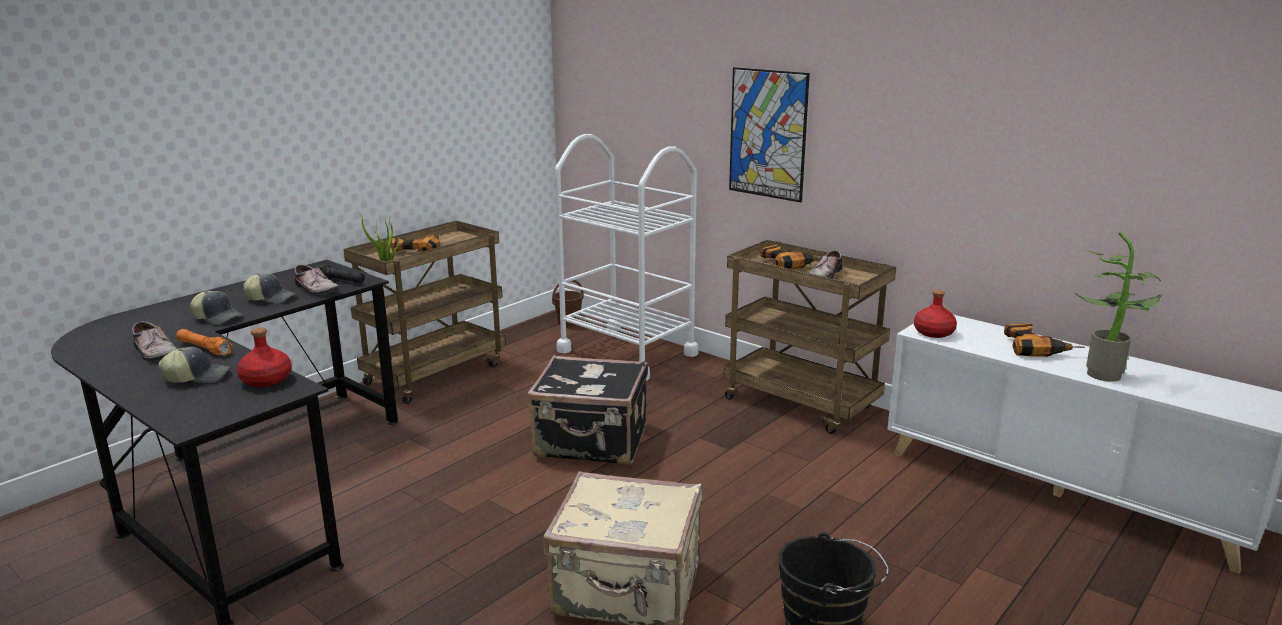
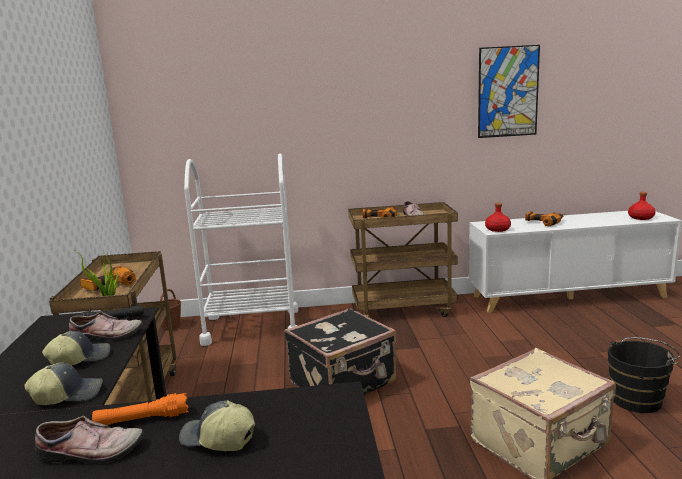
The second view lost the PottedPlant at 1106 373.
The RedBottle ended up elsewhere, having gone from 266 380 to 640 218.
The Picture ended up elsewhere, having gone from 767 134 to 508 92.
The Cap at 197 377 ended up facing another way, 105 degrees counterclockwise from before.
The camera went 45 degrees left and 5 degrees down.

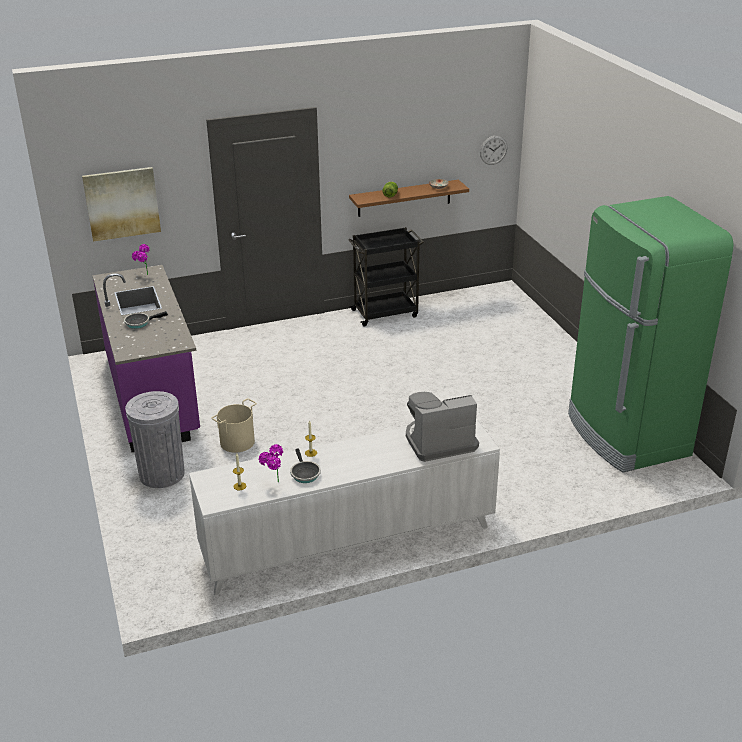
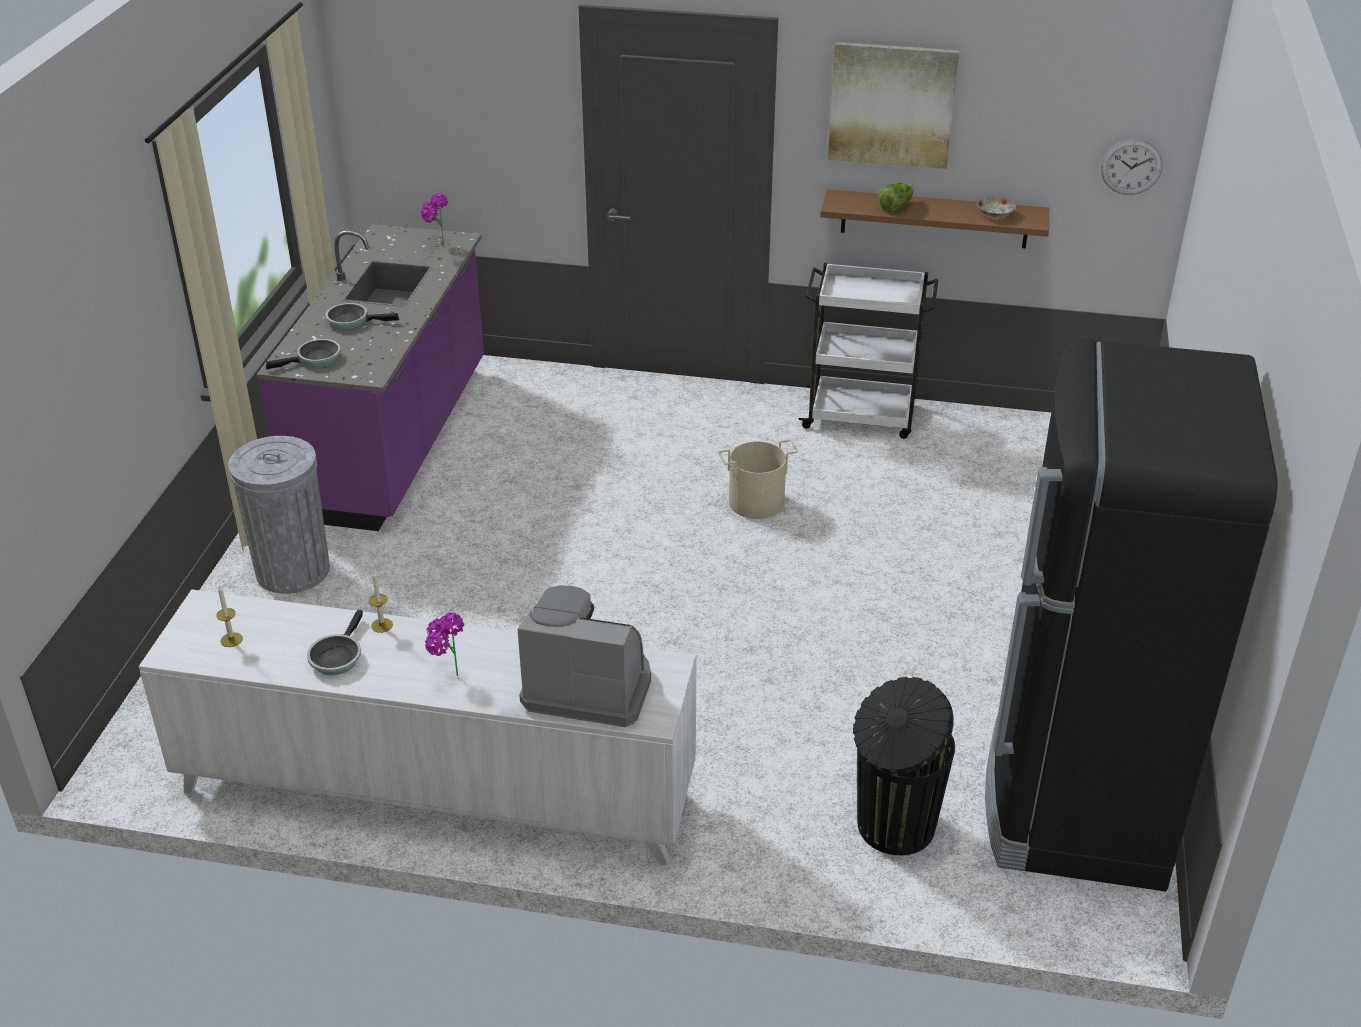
The second view gained the FryingPan at 315 359.
The second view gained the BlackTrashCan at 893 826.
The Picture ended up elsewhere, having gone from 122 203 to 892 104.
The BeigeBucket ended up elsewhere, having gone from 237 442 to 756 502.
The PottedPlant ended up elsewhere, having gone from 273 484 to 447 677.
What was the BlackCart at 386 313 turned into the WhiteCart at 862 416.
What was the GreenFridge at 626 436 turned into the BlackFridge at 1075 799.
The camera went 30 degrees right and 5 degrees up.

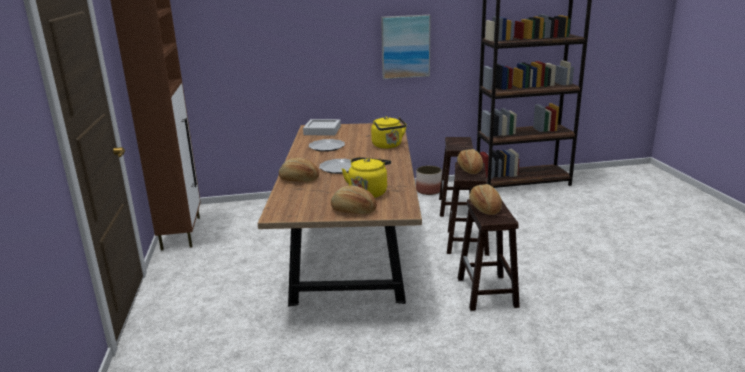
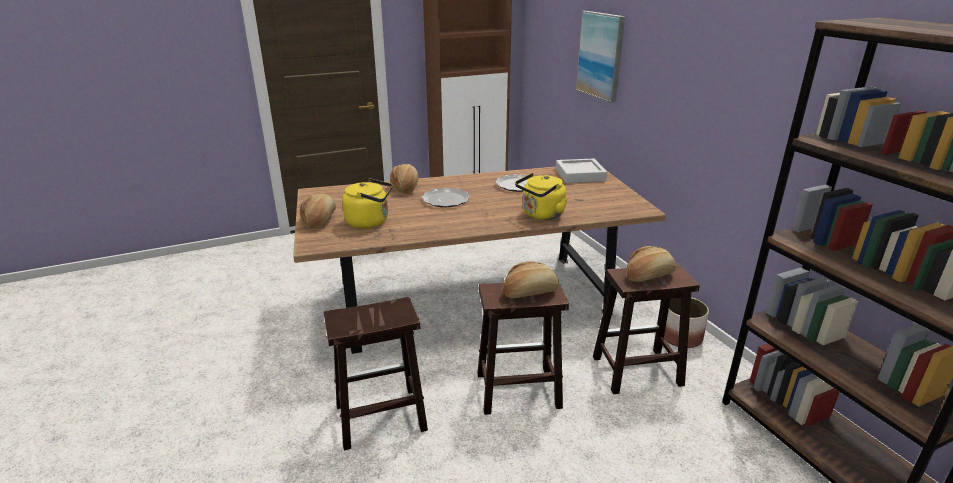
The Picture ended up elsewhere, having gone from 405 47 to 600 55.
The Bread ended up elsewhere, having gone from 485 208 to 649 275.
The camera went 75 degrees right and 5 degrees up.

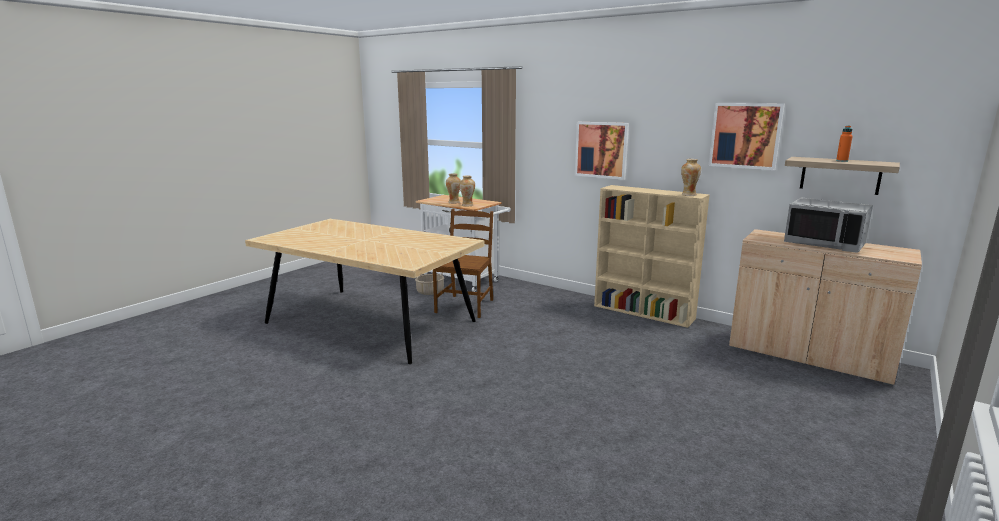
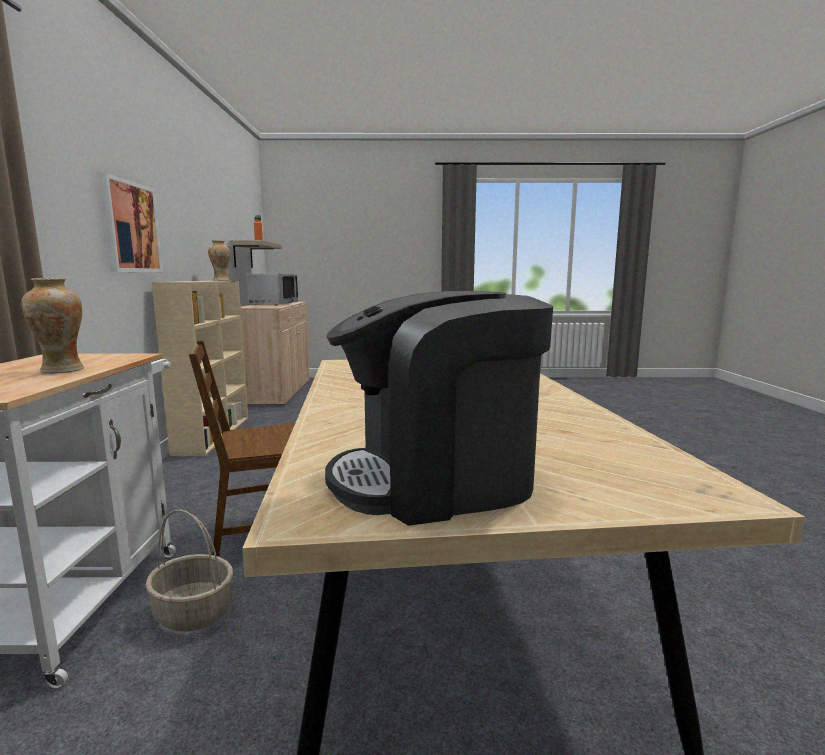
The second view lost the Vase at 467 205.
The second view lost the Picture at 745 135.
The second view gained the CoffeeMachine at 437 479.
The camera went 125 degrees left and 5 degrees down.

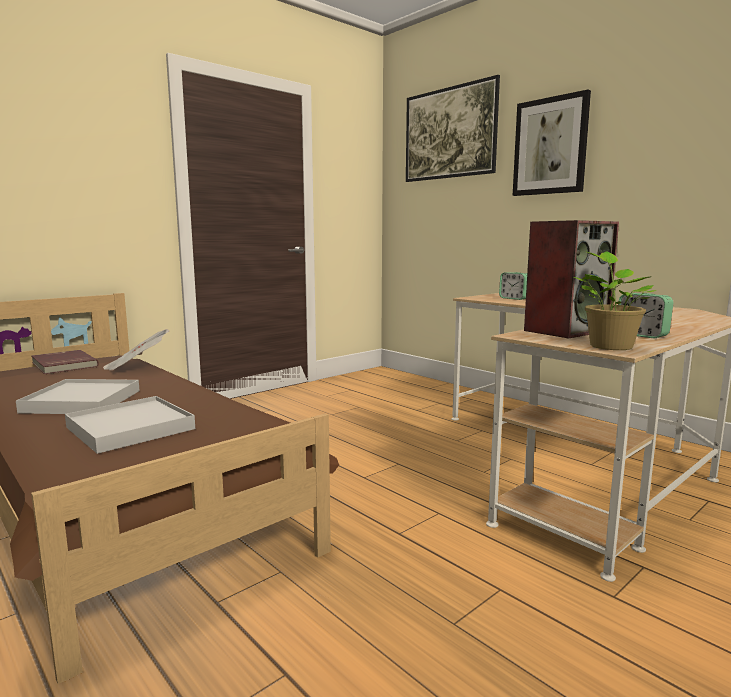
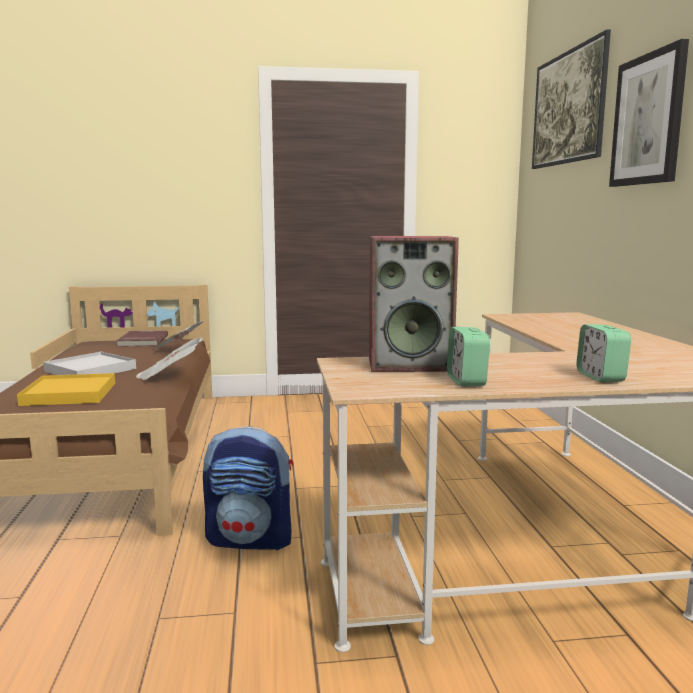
The second view lost the PottedPlant at 609 346.
The second view gained the Newspaper at 169 376.
The second view gained the Backpack at 251 539.
The AlarmClock ended up elsewhere, having gone from 514 298 to 600 377.
What was the WhiteTray at 130 428 turned into the YellowTray at 69 394.
The camera went 35 degrees right and 0 degrees up.

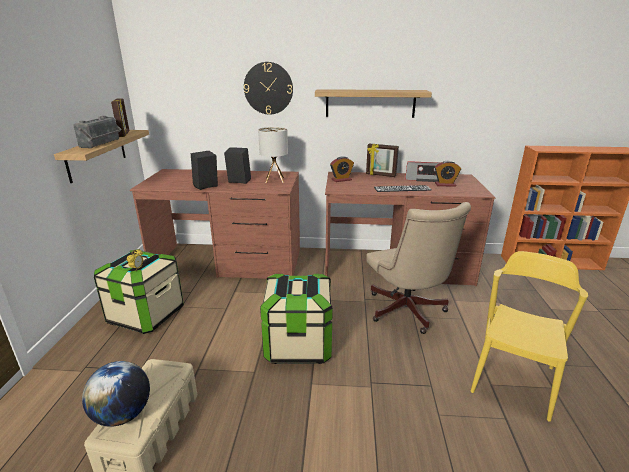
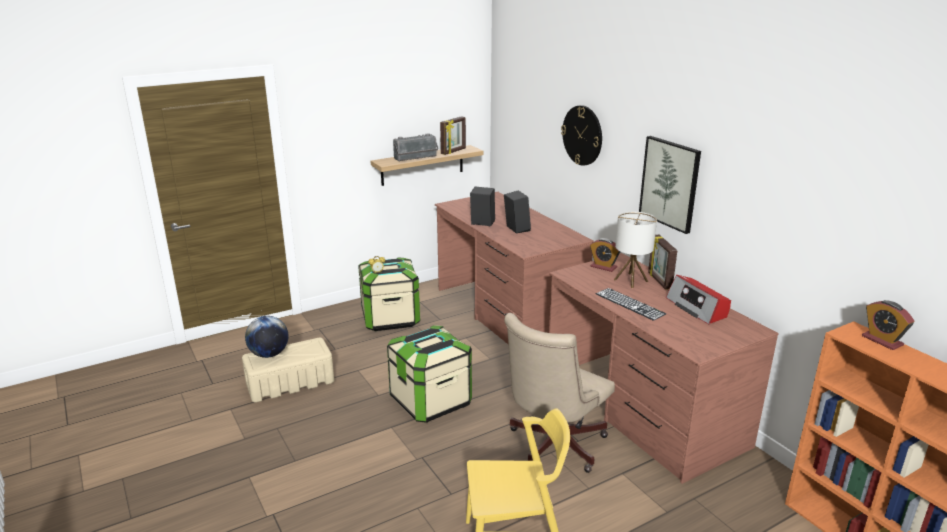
The TableLamp ended up elsewhere, having gone from 275 180 to 630 280.
The AlarmClock ended up elsewhere, having gone from 445 184 to 882 340.
Where the Shelf hung at 370 103, the Picture came to hang at 670 183.
The camera went 55 degrees right and 0 degrees up.

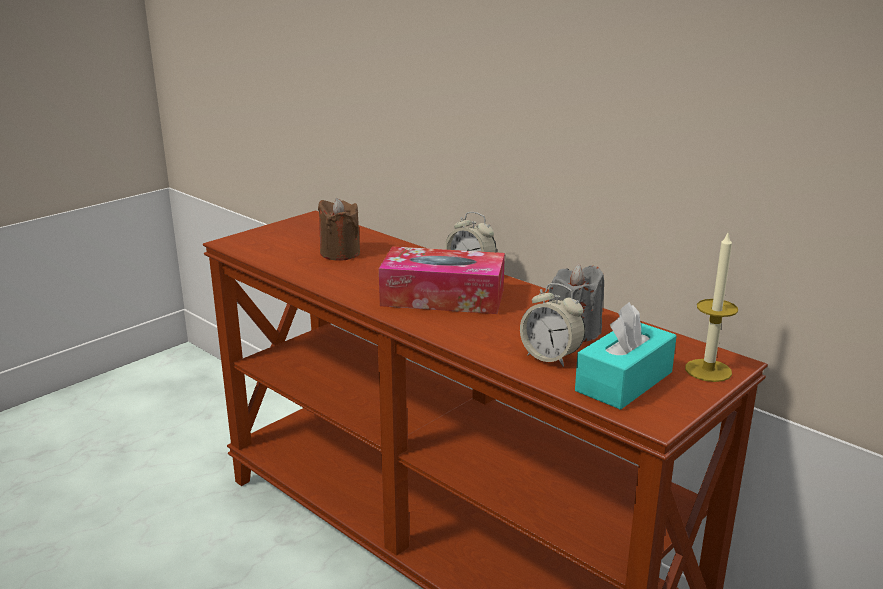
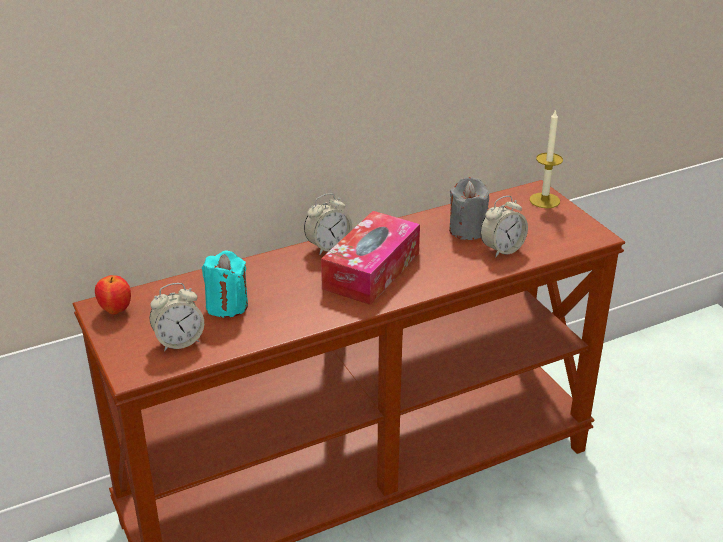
The second view lost the TurquoiseTissueBox at 624 381.
The second view gained the Apple at 115 310.
The second view gained the AlarmClock at 179 341.
What was the BrownCandle at 340 253 turned into the TurquoiseCandle at 227 306.
The camera went 70 degrees left and 10 degrees up.

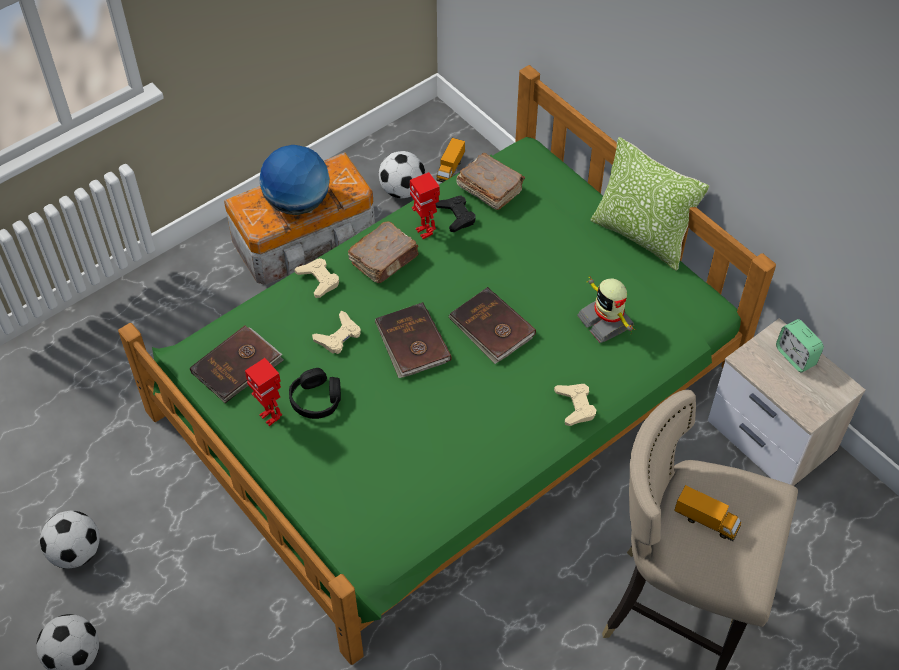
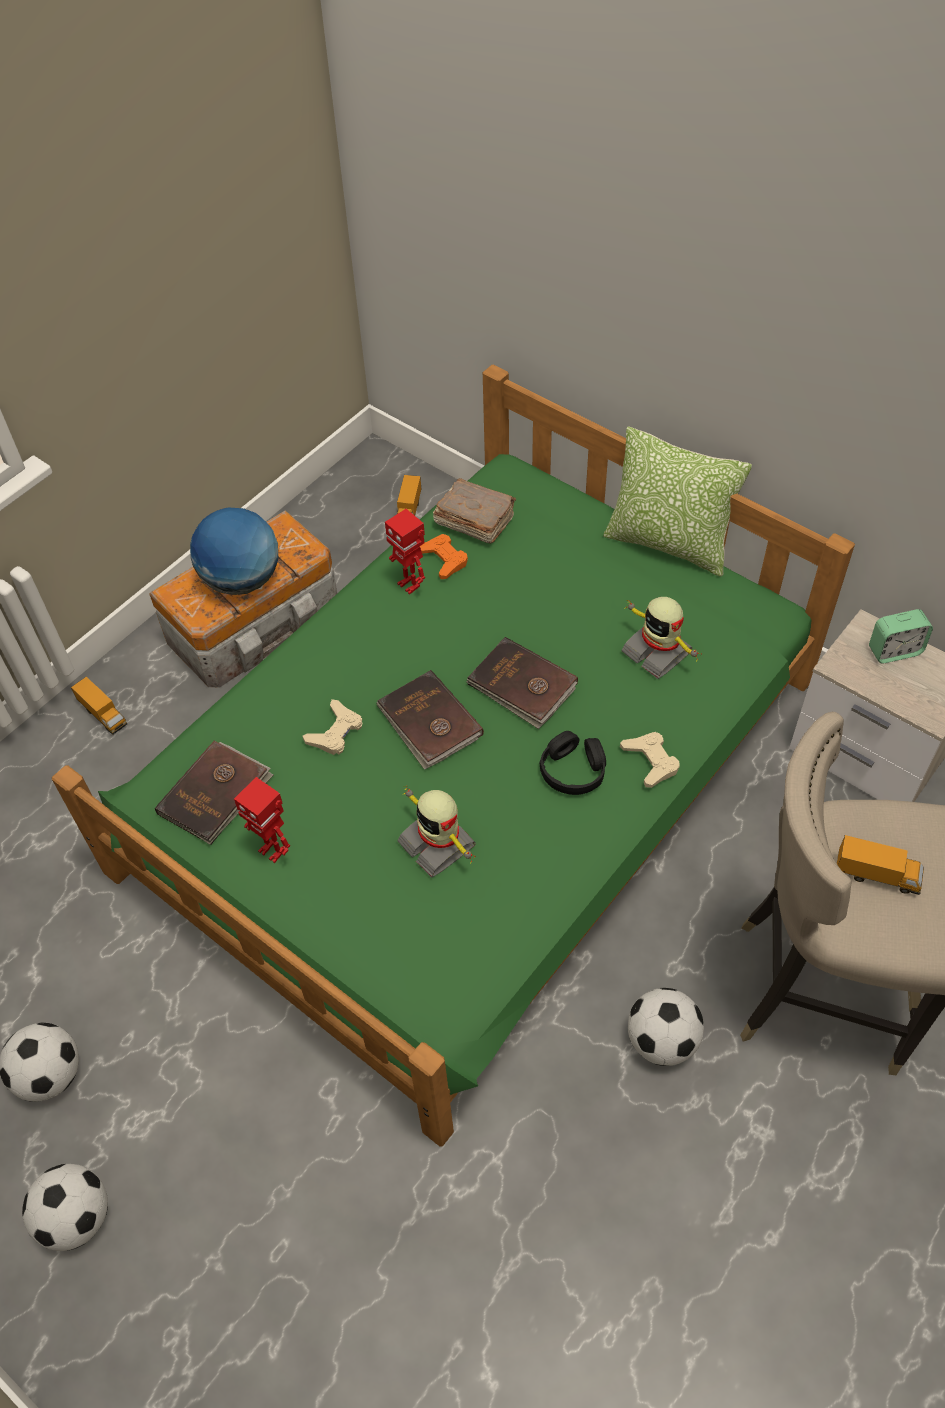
The second view lost the BeigeGameController at 318 280.
The second view lost the BrownBook at 385 260.
The second view gained the ToyTruck at 103 715.
The second view gained the ToyRobot at 438 843.
The BlackHeadphones ended up elsewhere, having gone from 316 399 to 573 770.
The Football ended up elsewhere, having gone from 402 190 to 662 1040.
What was the BlackGameController at 456 216 turned into the OrangeGameController at 442 559.
The AlarmClock at 795 356 ended up facing another way, 60 degrees counterclockwise from before.
The camera went 10 degrees left and 0 degrees up.

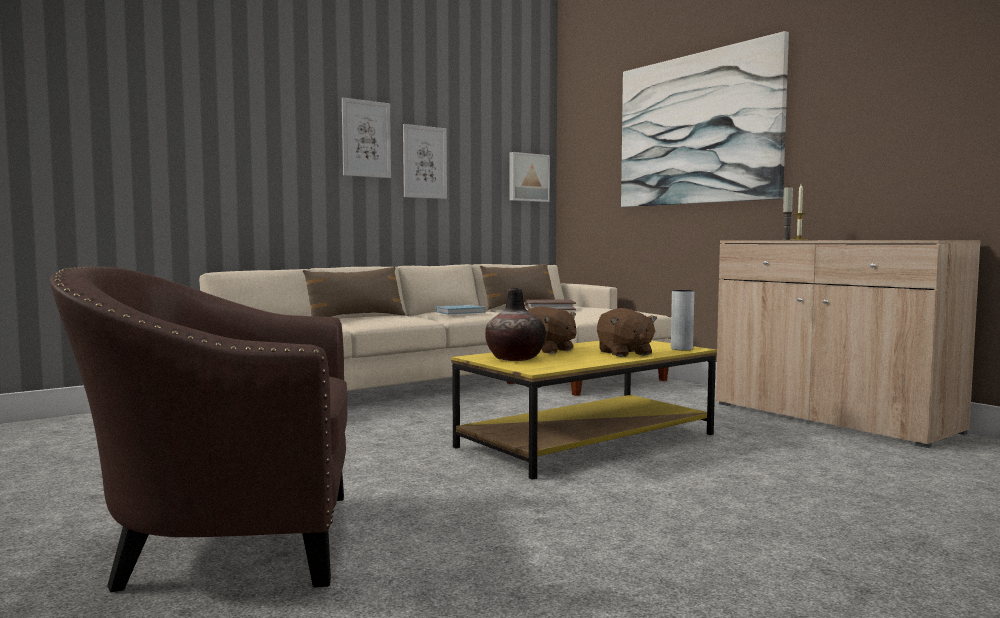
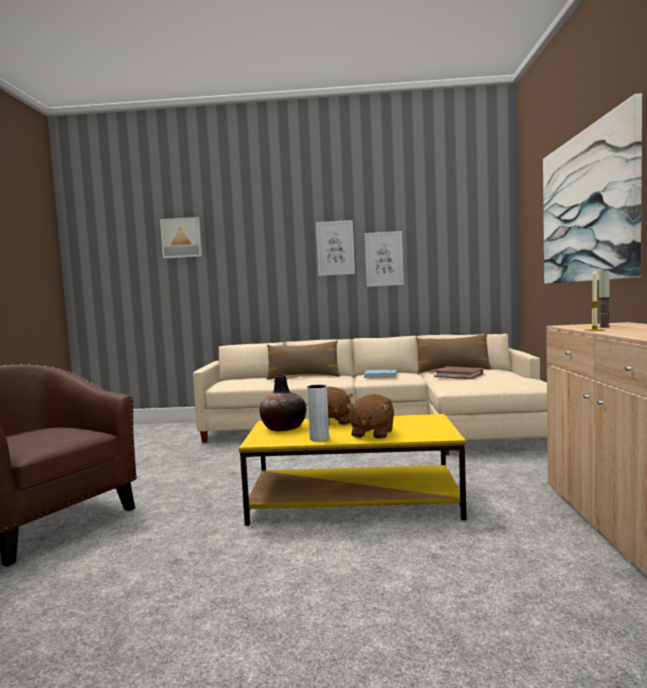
The Picture ended up elsewhere, having gone from 528 177 to 181 238.
The GreyVase ended up elsewhere, having gone from 681 349 to 319 439.
The camera went 40 degrees right and 0 degrees up.

